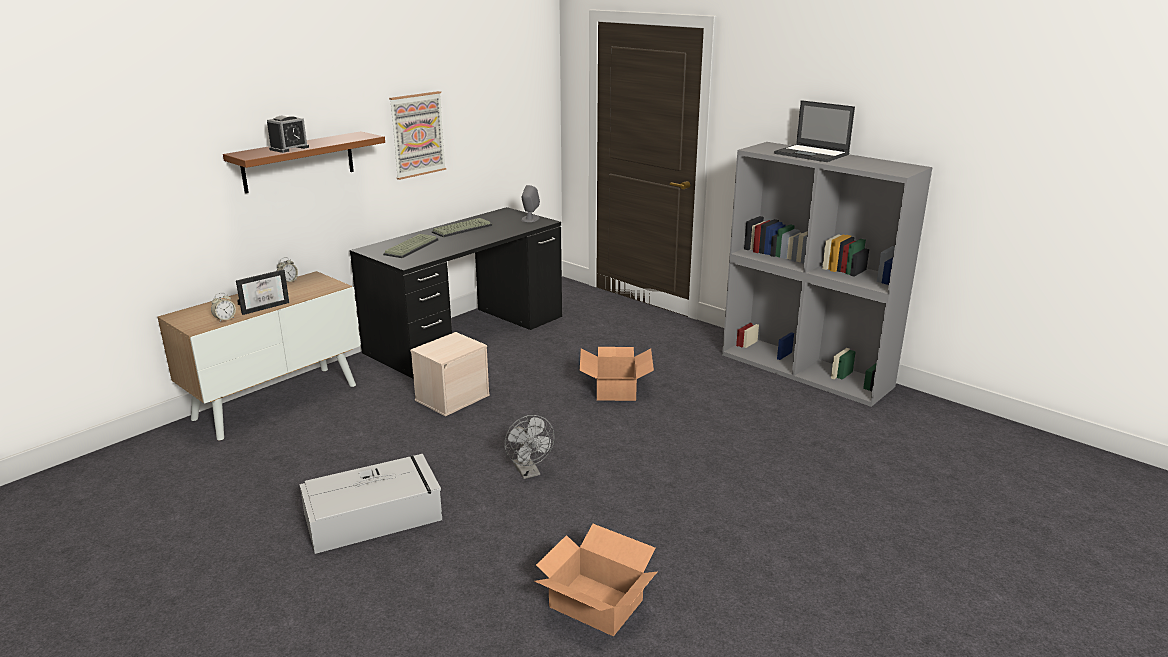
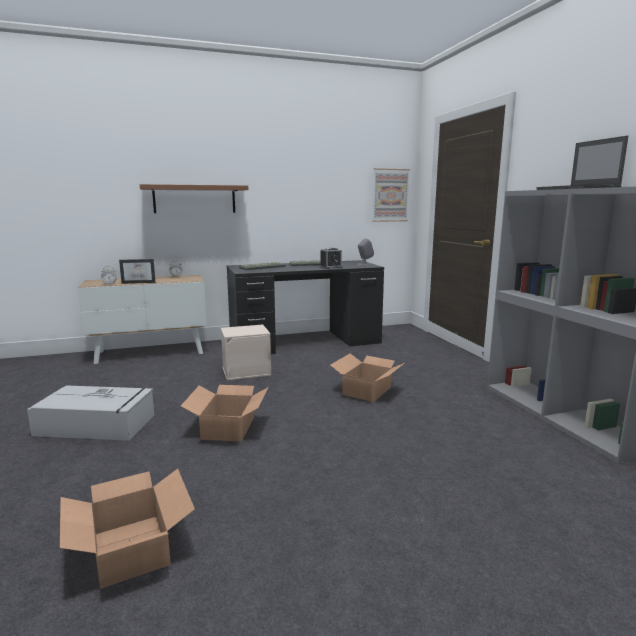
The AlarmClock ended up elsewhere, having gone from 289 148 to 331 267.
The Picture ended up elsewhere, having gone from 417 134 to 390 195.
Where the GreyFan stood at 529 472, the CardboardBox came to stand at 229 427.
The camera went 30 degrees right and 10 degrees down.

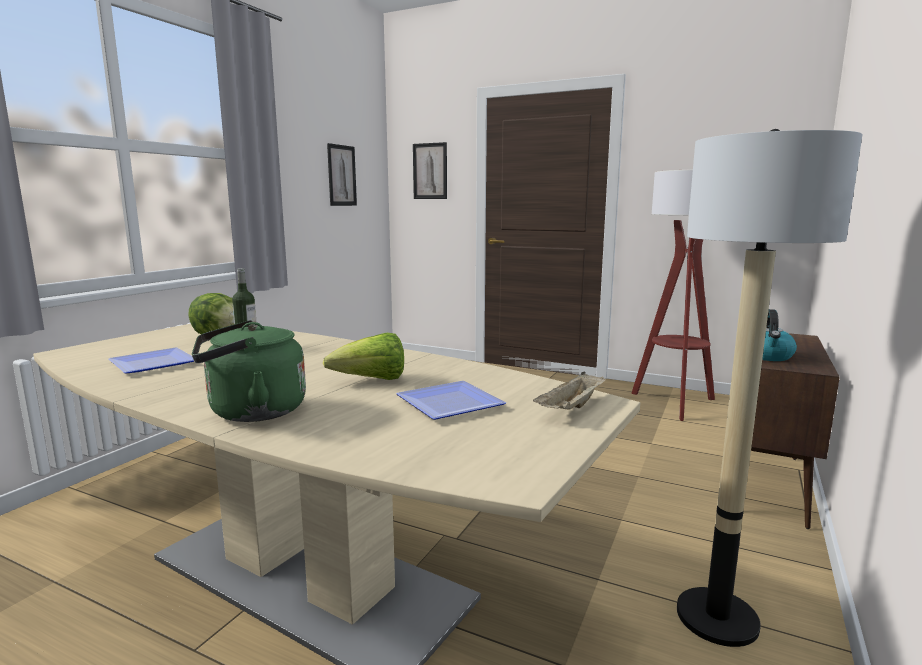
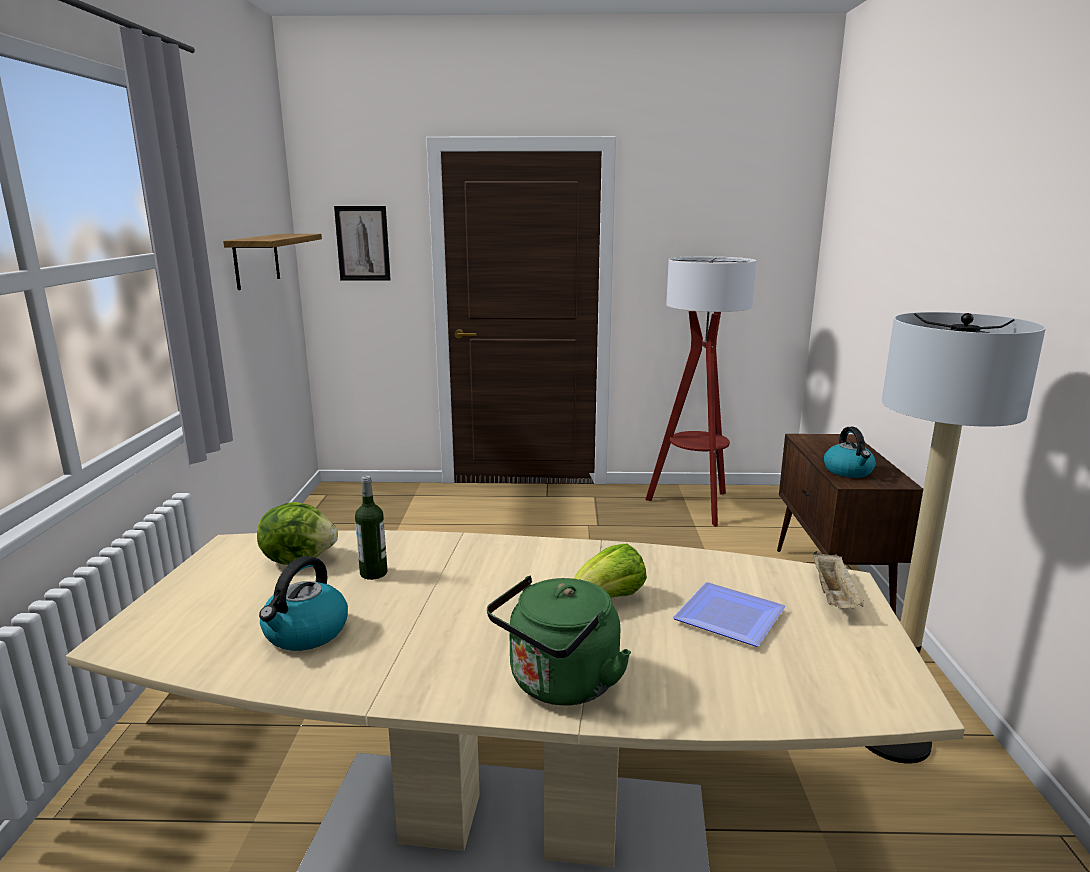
Where the Plate stood at 156 364, the Kettle came to stand at 305 633.
Where the Picture hung at 341 175, the Shelf came to hang at 256 260.
The camera went 25 degrees left and 5 degrees up.

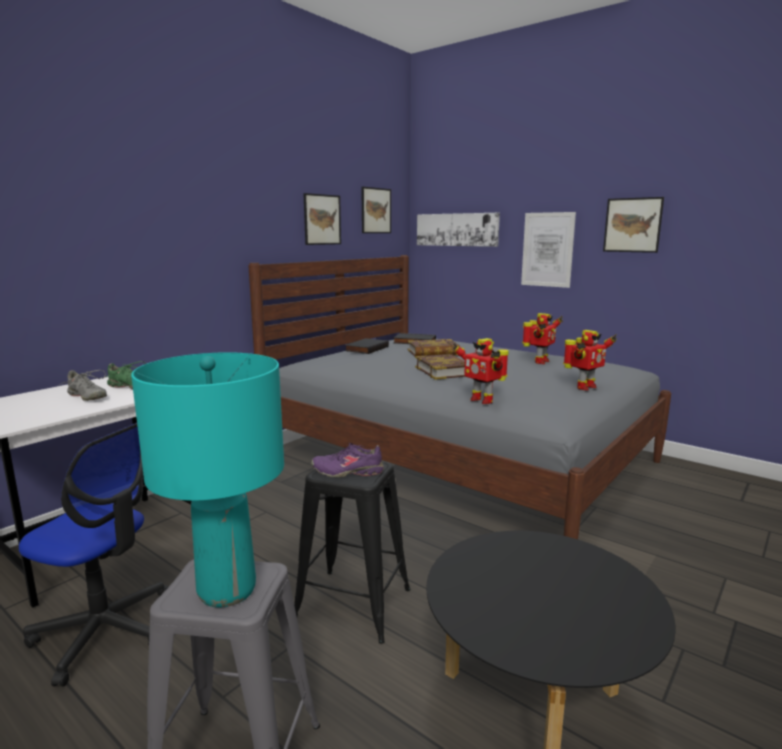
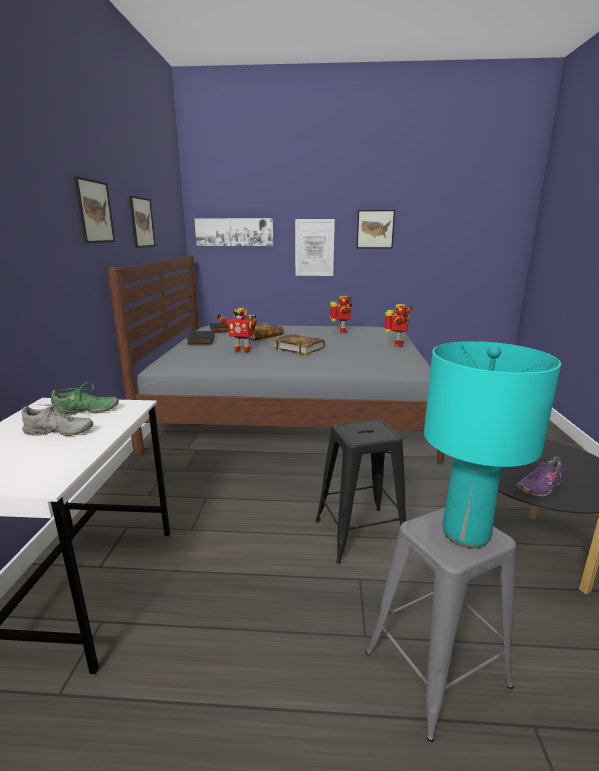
The second view lost the OfficeChair at 105 631.
The PurpleShoe ended up elsewhere, having gone from 348 472 to 538 486.
The Picture ended up elsewhere, having gone from 376 210 to 94 211.
The ToyRobot ended up elsewhere, having gone from 482 400 to 242 350.
The camera went 35 degrees left and 5 degrees up.

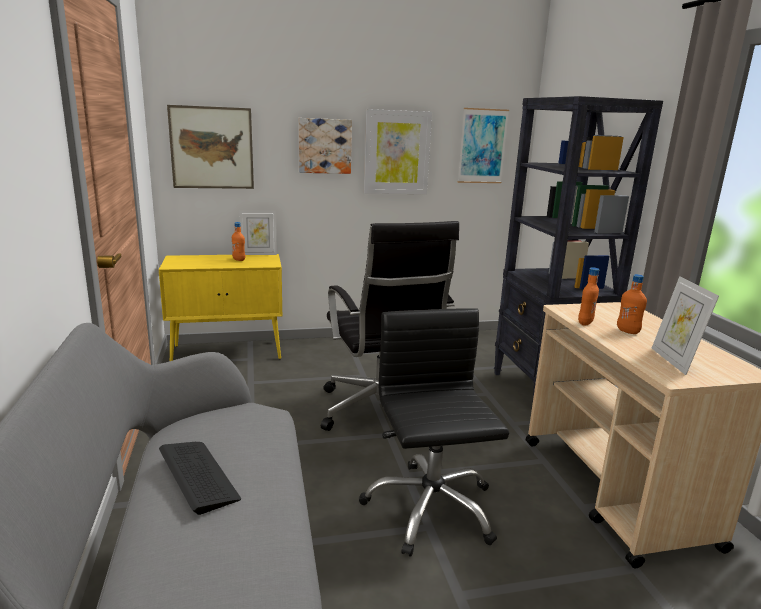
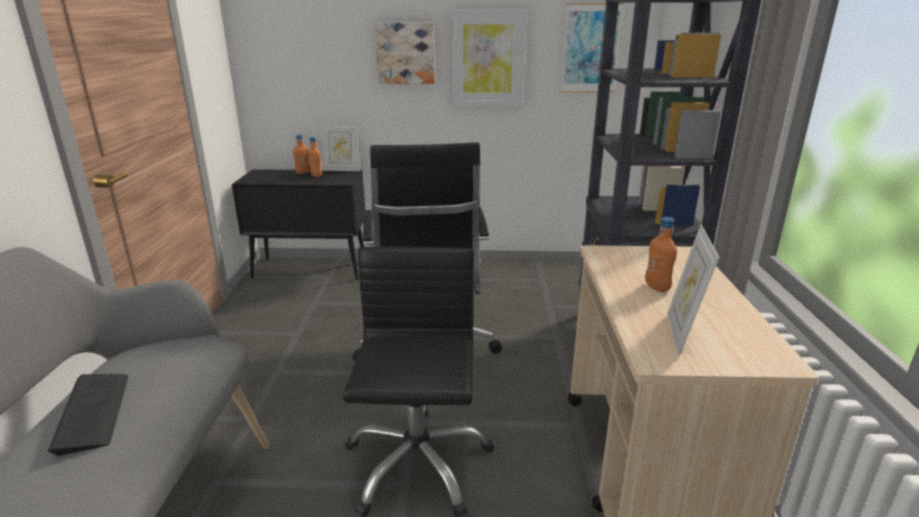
The second view lost the Picture at 212 148.
The OrangeBottle ended up elsewhere, having gone from 585 323 to 303 173.
What was the YellowCabinet at 228 352 turned into the BlackCabinet at 311 269.
The camera went 15 degrees right and 5 degrees up.

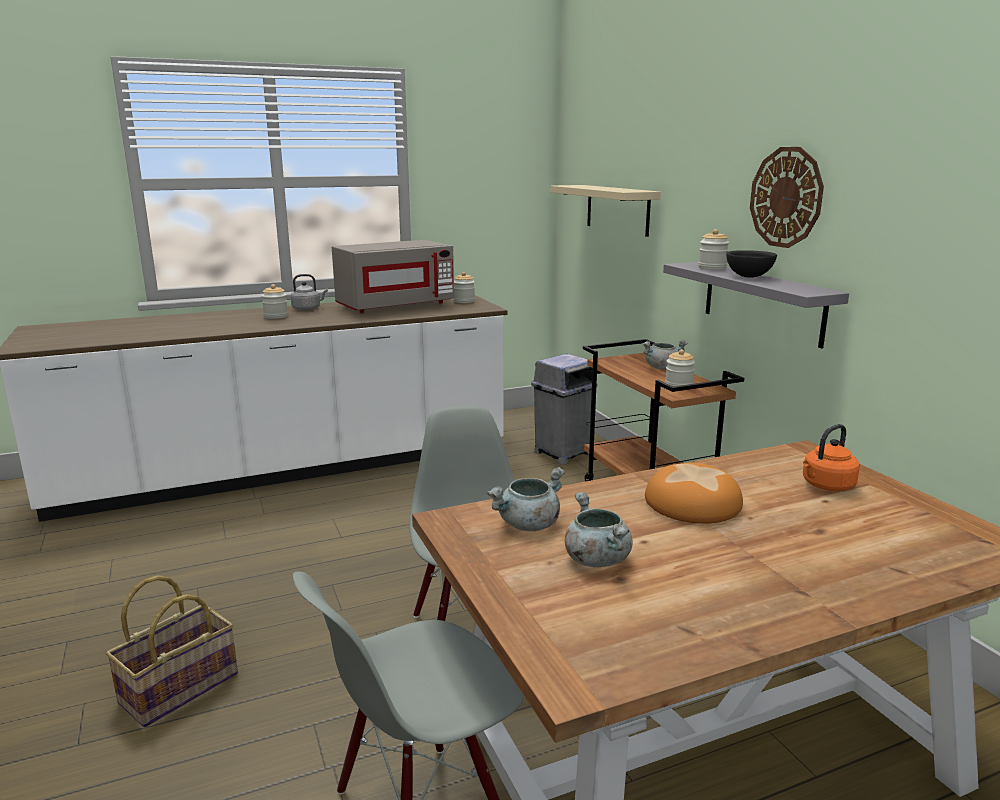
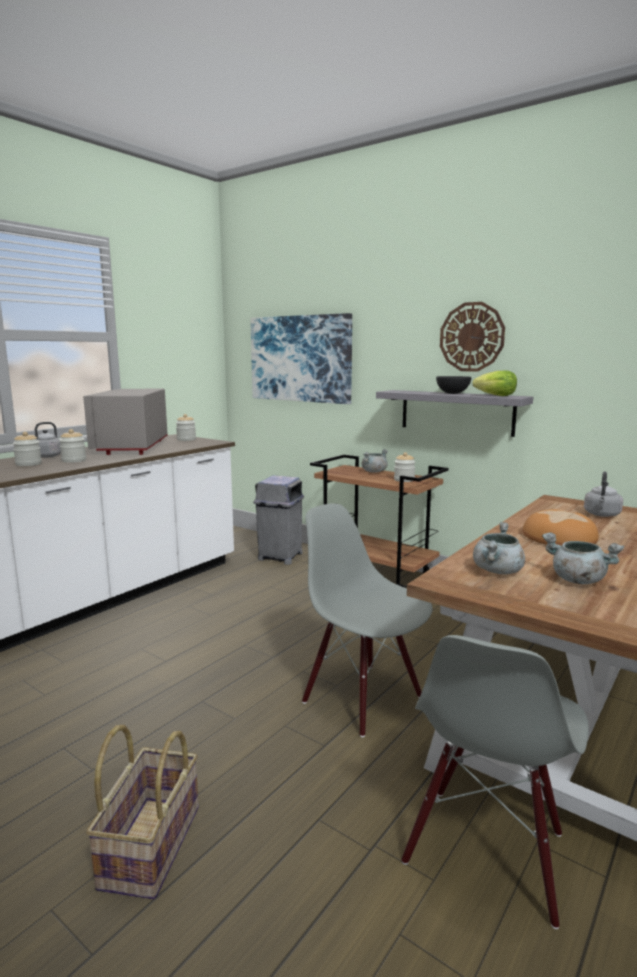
The second view gained the Lettuce at 496 396.
The Jar ended up elsewhere, having gone from 712 268 to 74 460.
Where the BeigeShelf hung at 617 209, the Picture came to hang at 300 358.
What was the OrangeKettle at 826 486 turned into the GreyKettle at 601 515.
The GreyMicrowave at 395 306 ended up facing another way, 150 degrees clockwise from before.
The camera went 30 degrees left and 5 degrees down.

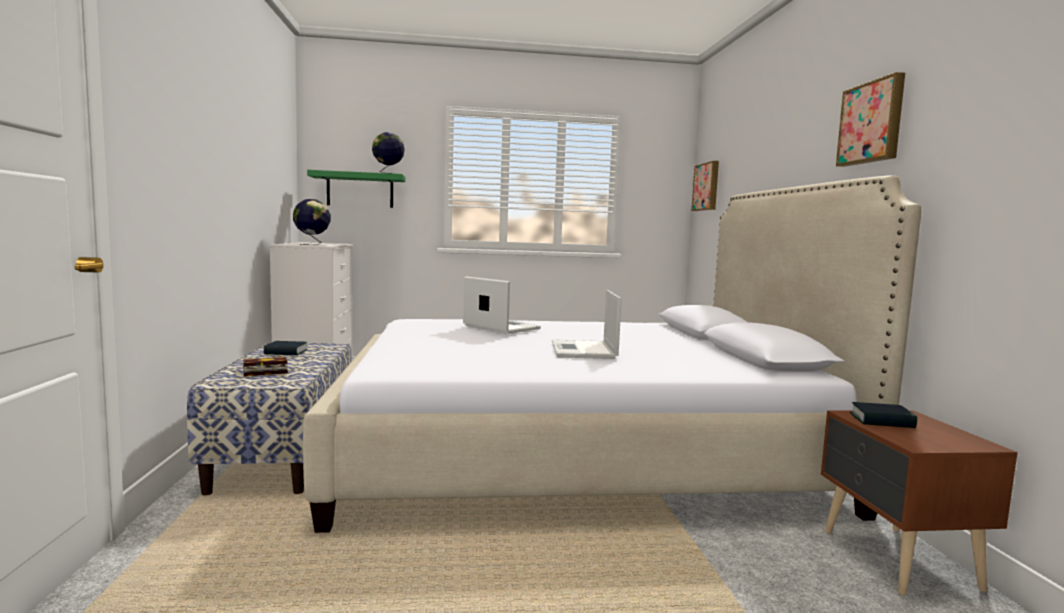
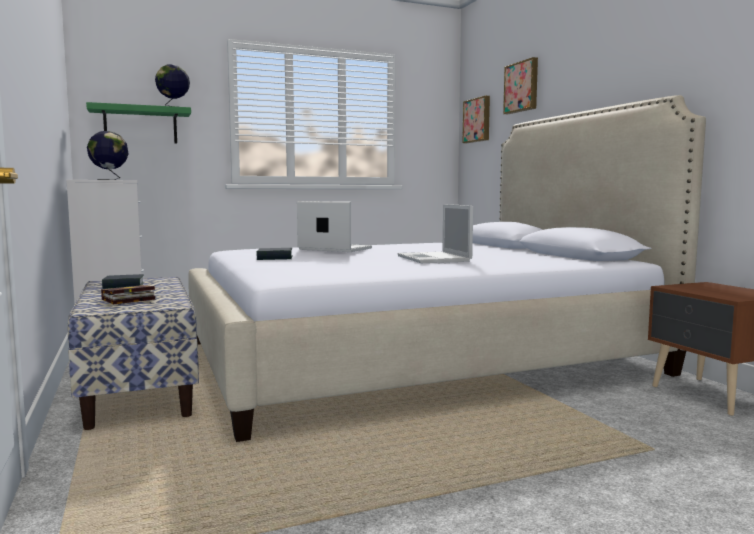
The Picture ended up elsewhere, having gone from 872 123 to 522 87.
The Book ended up elsewhere, having gone from 882 421 to 275 258.
The camera went 15 degrees left and 0 degrees up.

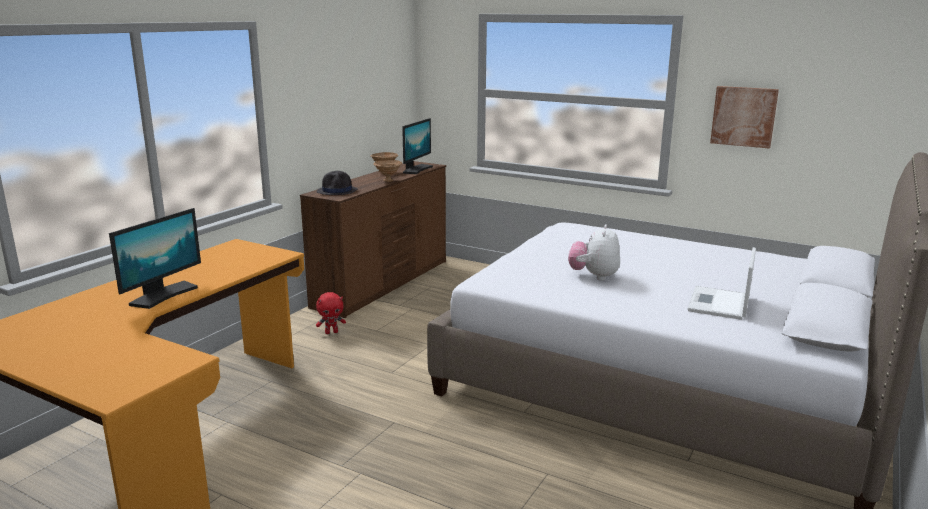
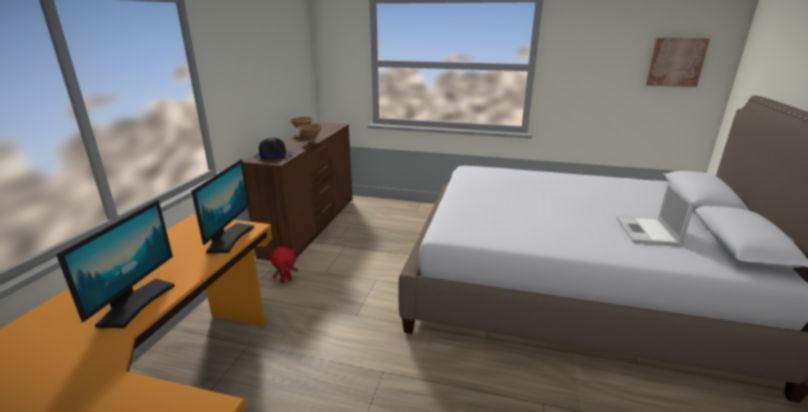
The second view lost the PlushToy at 594 276.
The Monitor ended up elsewhere, having gone from 416 169 to 229 238.
The Picture ended up elsewhere, having gone from 743 116 to 676 62.
The camera went 15 degrees left and 5 degrees up.

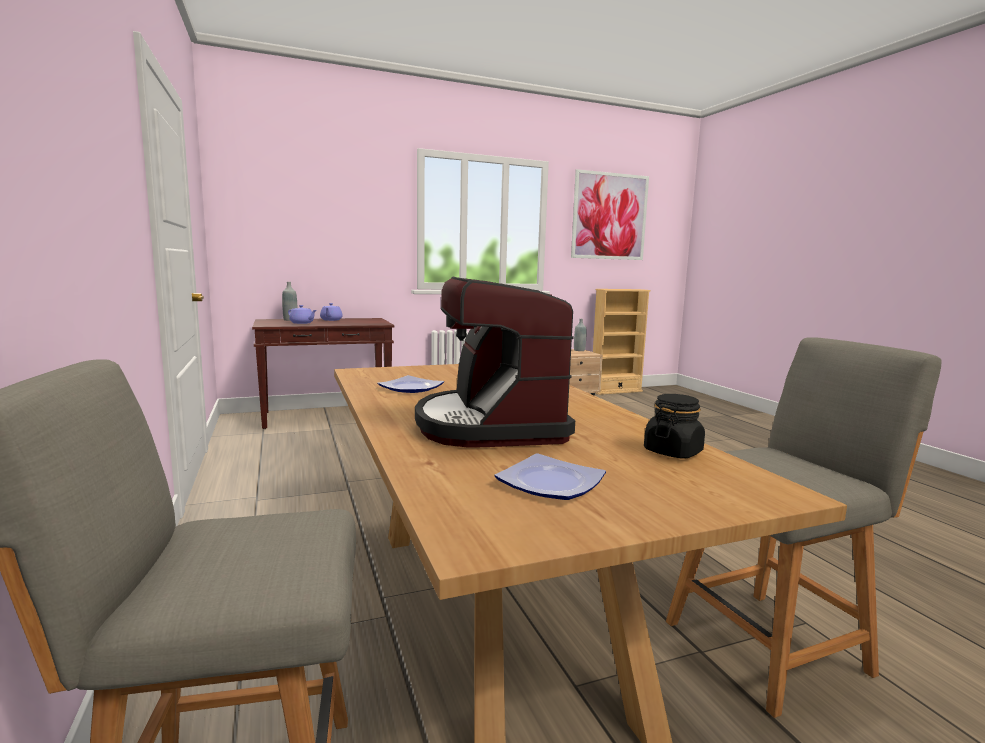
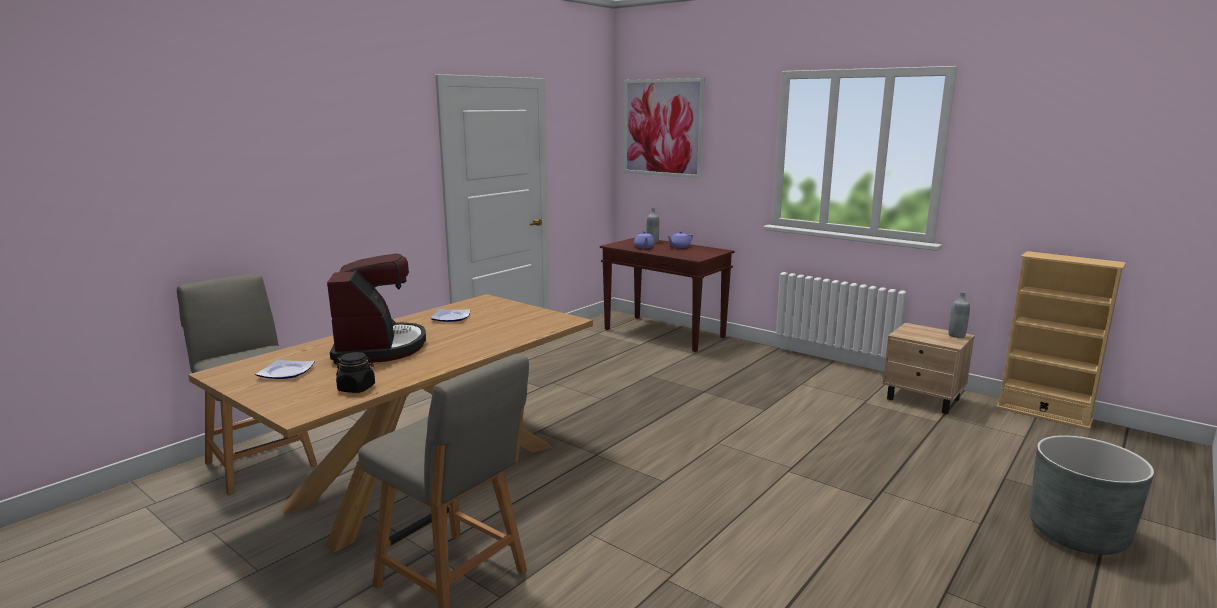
The second view gained the GreyPlanter at 1077 534.
The Picture ended up elsewhere, having gone from 609 216 to 662 128.
The CoffeeMachine at 491 425 ended up facing another way, 120 degrees clockwise from before.
The camera went 60 degrees right and 5 degrees up.

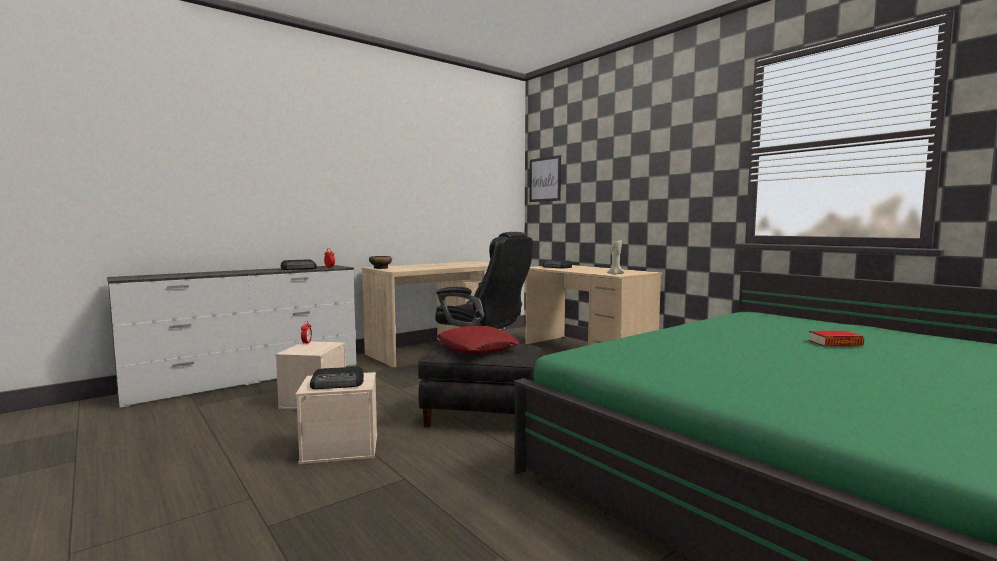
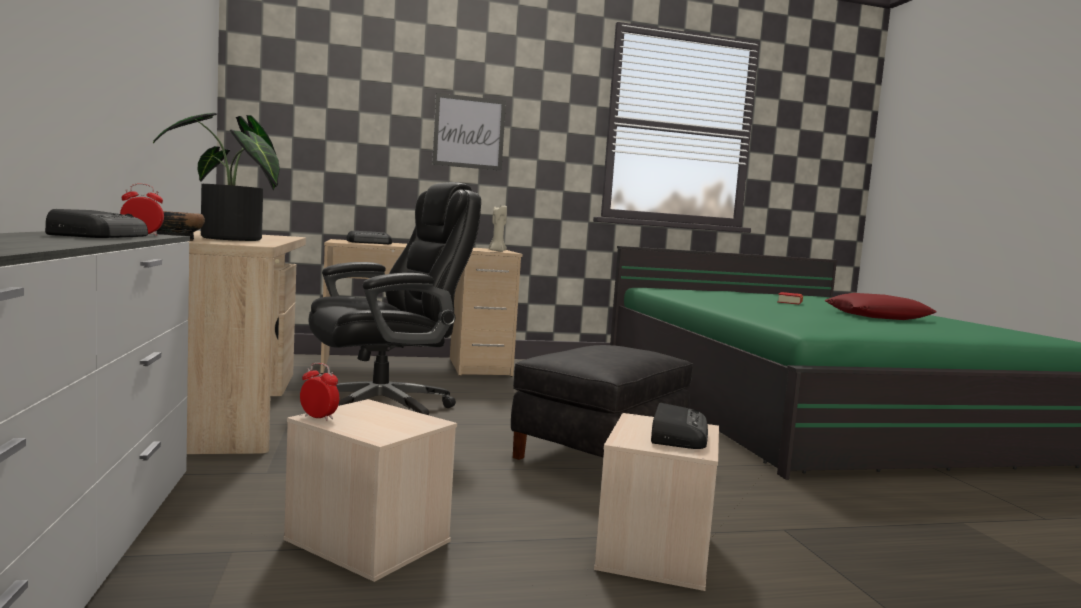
The second view gained the PottedPlant at 231 239.
The RedPillow ended up elsewhere, having gone from 477 348 to 877 316.
The Picture ended up elsewhere, having gone from 545 179 to 469 132.
The camera went 65 degrees left and 0 degrees up.

